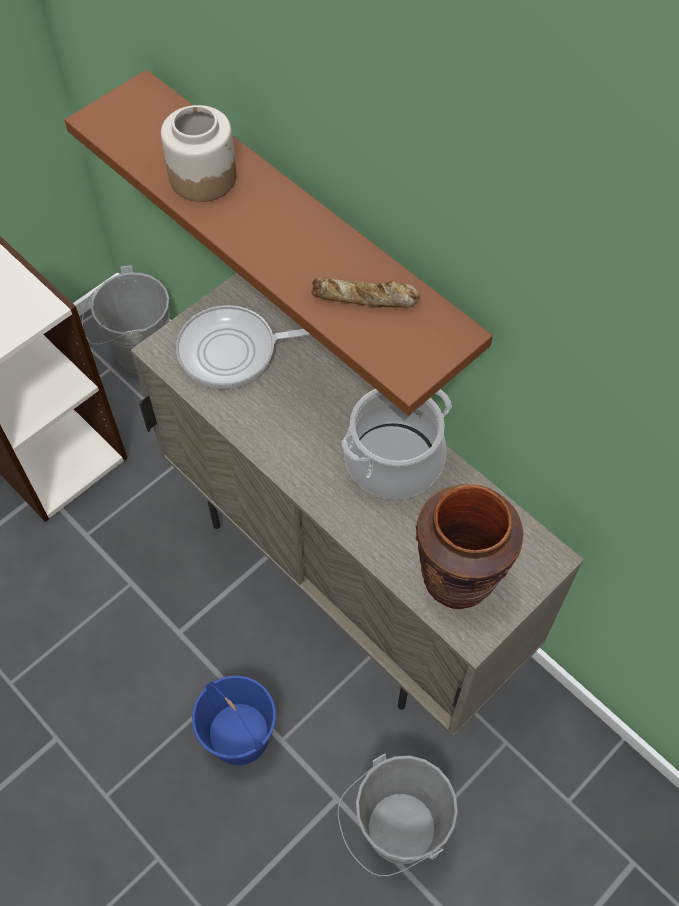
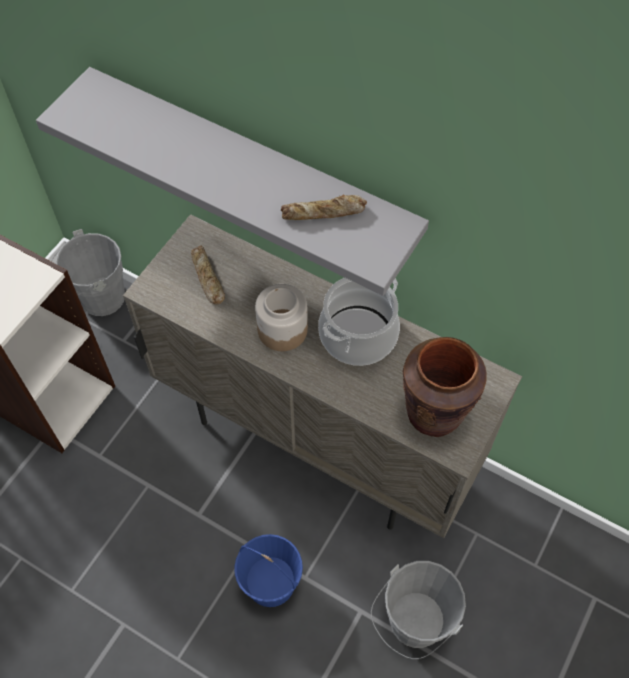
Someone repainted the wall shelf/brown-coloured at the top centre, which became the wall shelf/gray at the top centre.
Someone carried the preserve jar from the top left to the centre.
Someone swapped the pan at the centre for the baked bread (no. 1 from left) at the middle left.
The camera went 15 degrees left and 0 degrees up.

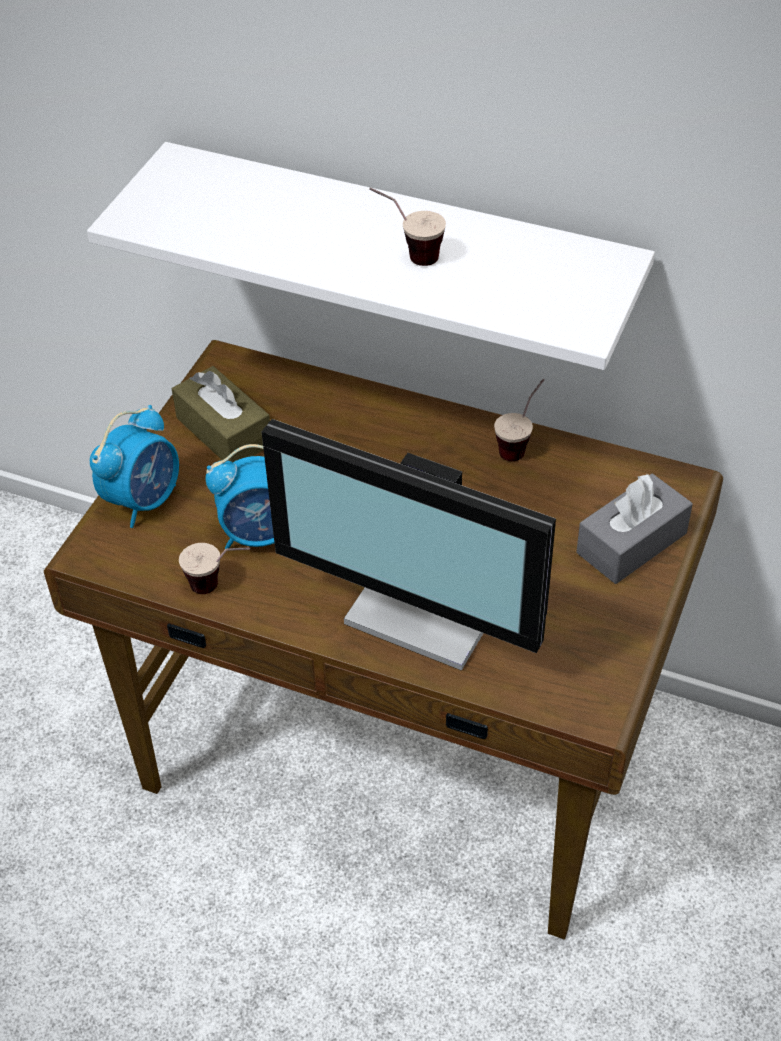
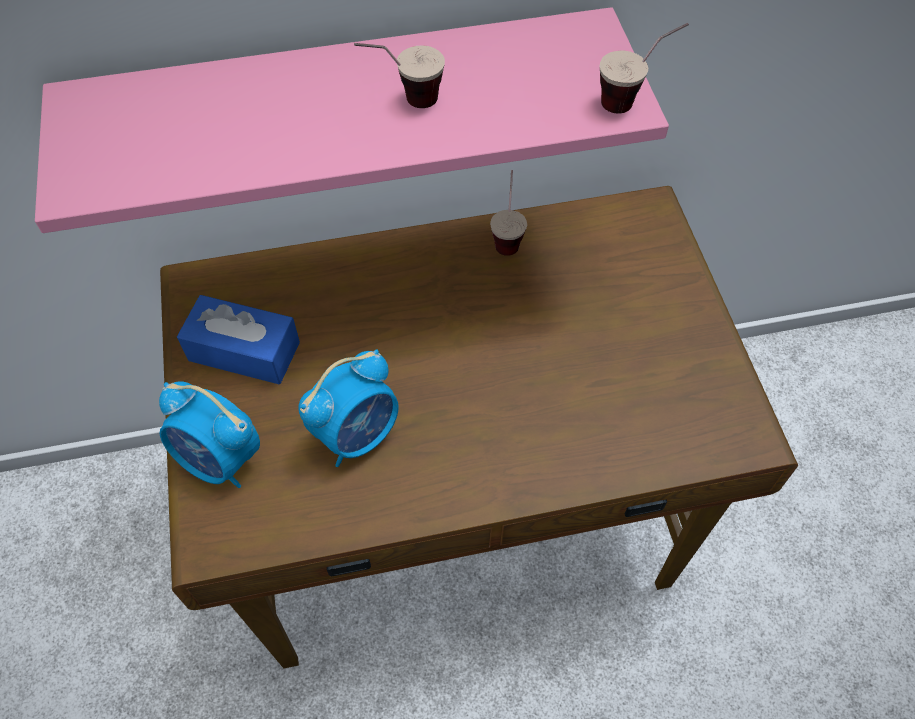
Someone repainted the wall shelf/whitish at the top centre, which became the wall shelf/pink at the top centre.
Someone rotated the alarm clock (no. 1 from left) at the middle left by 120 degrees clockwise.
Someone repainted the box of tissues/brown-coloured at the middle left, which became the box of tissues/blue at the middle left.
Someone carried the cup (no. 1 from left in the first image) from the middle left to the top right.
Someone took away the monitor at the centre.
Someone took away the box of tissues/gray at the middle right.
The camera went 35 degrees left and 10 degrees up.

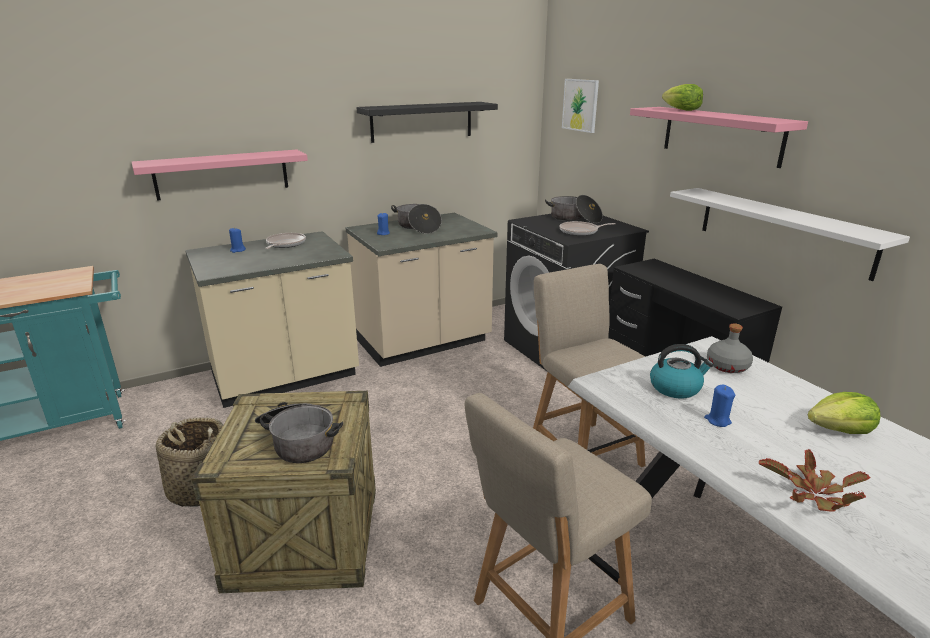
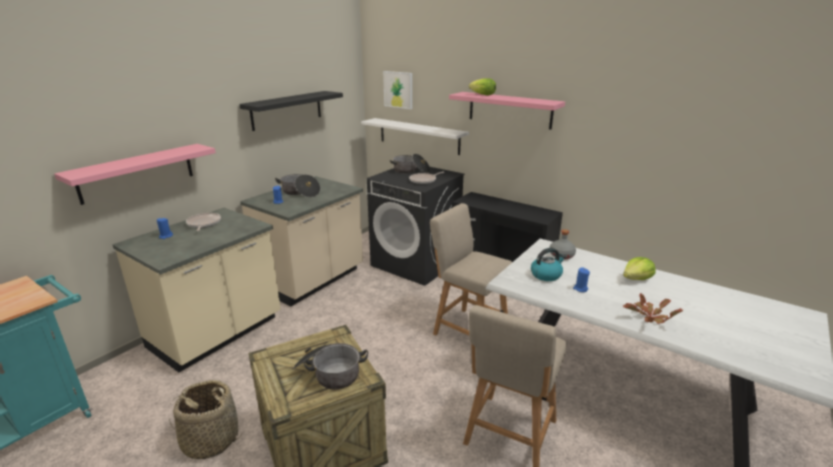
Someone carried the wall shelf/whitish from the middle right to the top centre.
The camera went 25 degrees left and 0 degrees up.

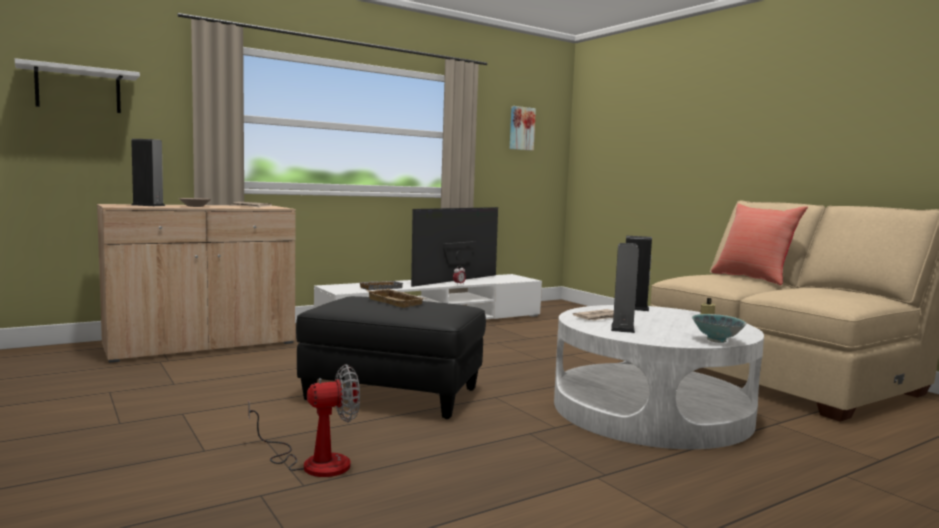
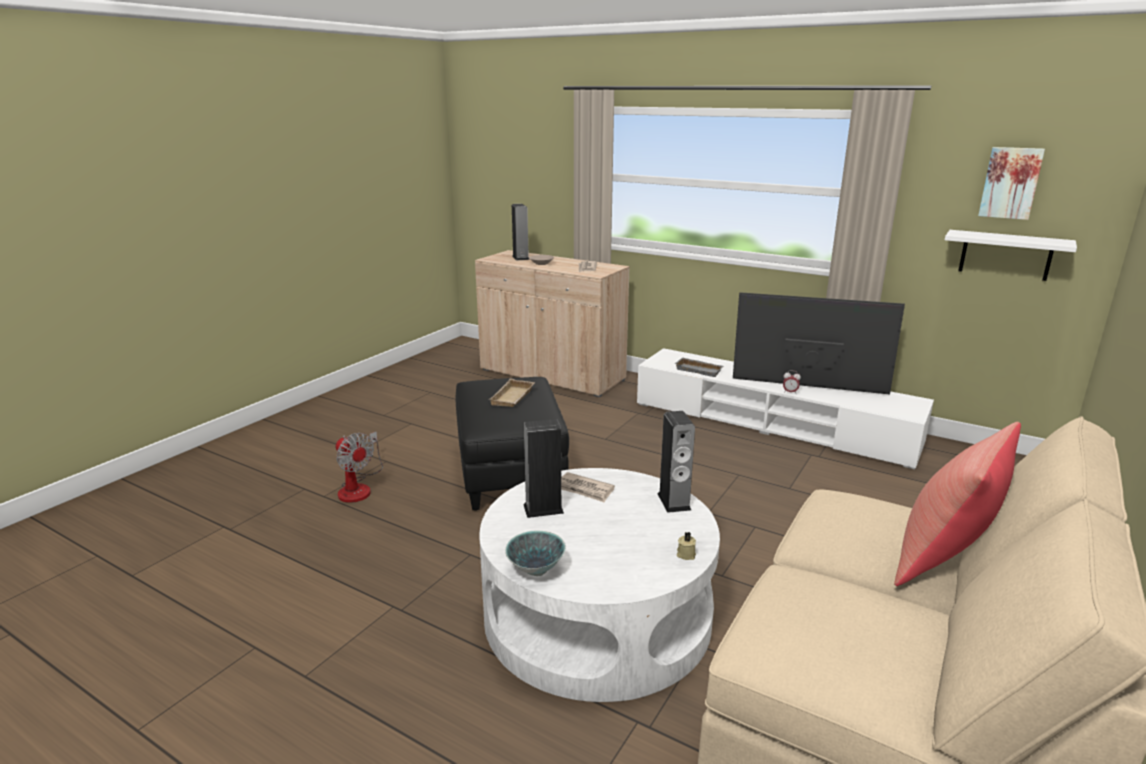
Someone carried the wall shelf/whitish from the top left to the middle right.
The camera went 65 degrees right and 15 degrees up.

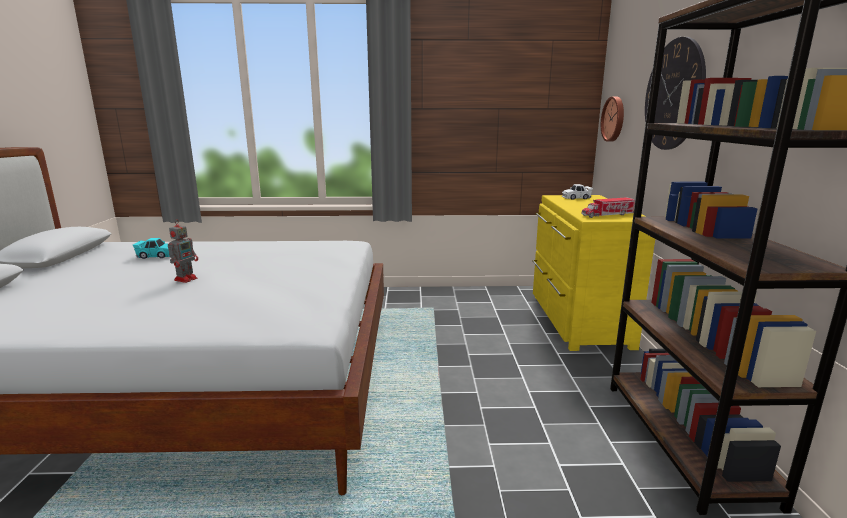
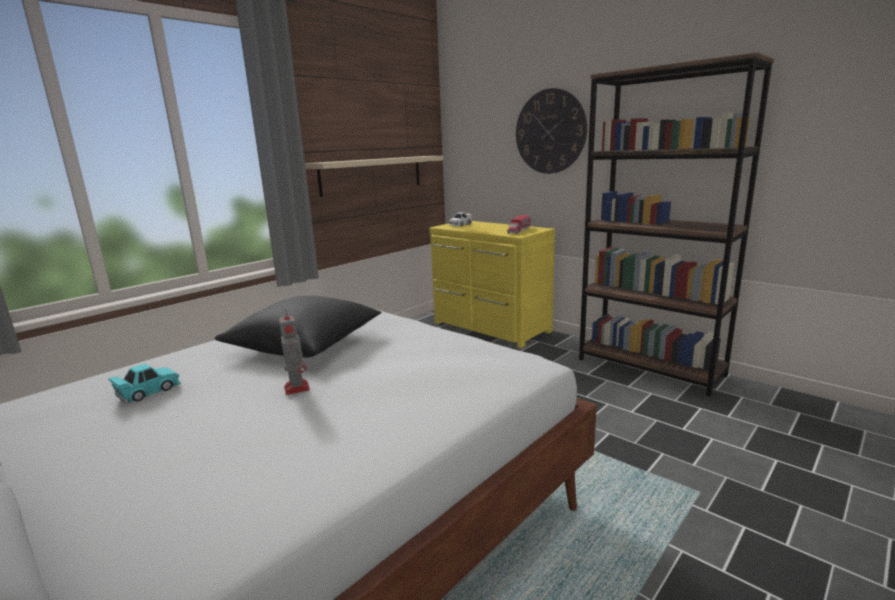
Someone took away the clock on the wall (no. 1 from left) at the top right.
Someone put down the throw pillow/blackish at the middle left.
Someone put up the wall shelf/beige-coloured at the top centre.
The camera went 45 degrees left and 0 degrees up.

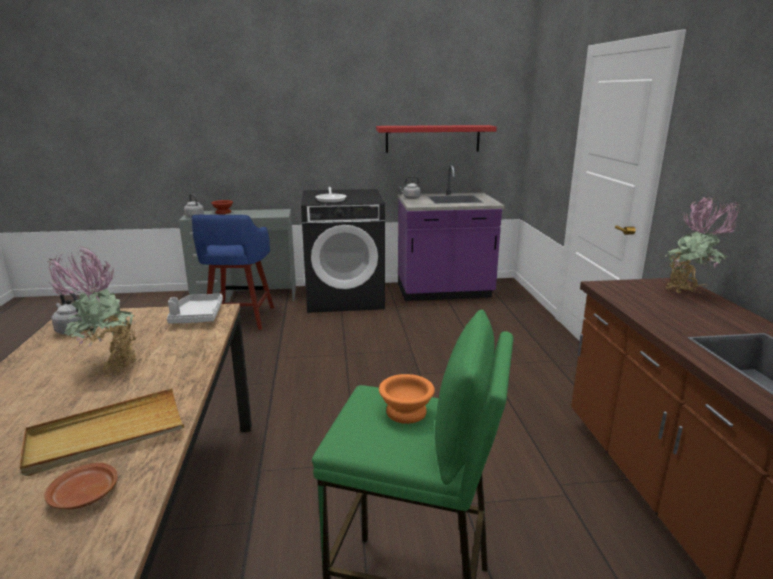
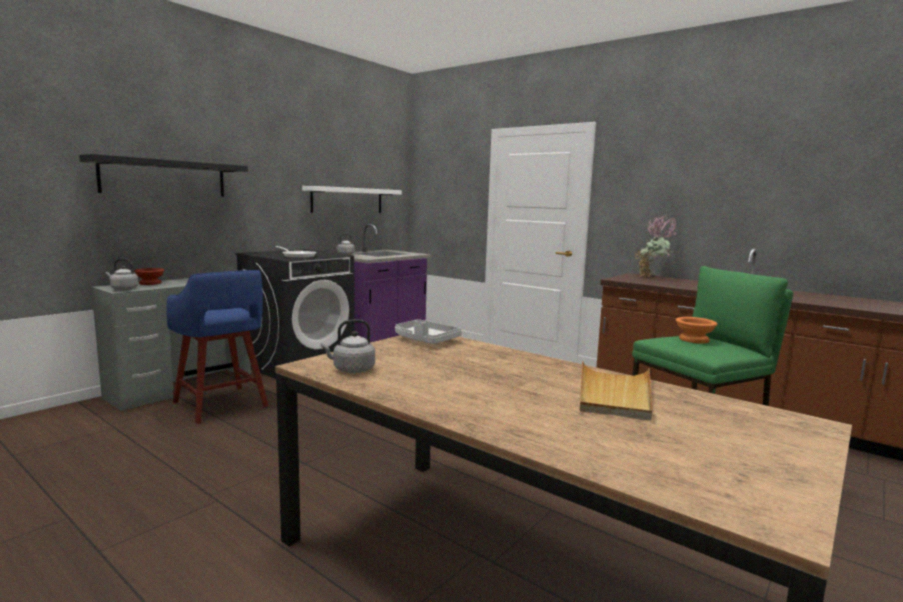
Someone took away the dinner plate/brown-coloured at the bottom left.
Someone took away the houseplant (no. 1 from left) at the middle left.
Someone repainted the wall shelf/reddish at the top centre, which became the wall shelf/whitish at the top centre.
Someone put up the wall shelf/blackish at the top left.
The camera went 45 degrees left and 10 degrees down.

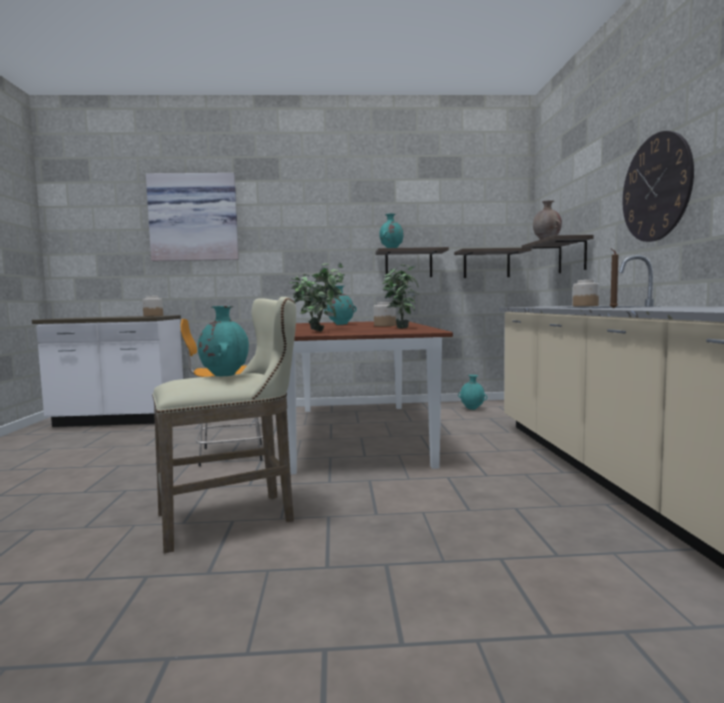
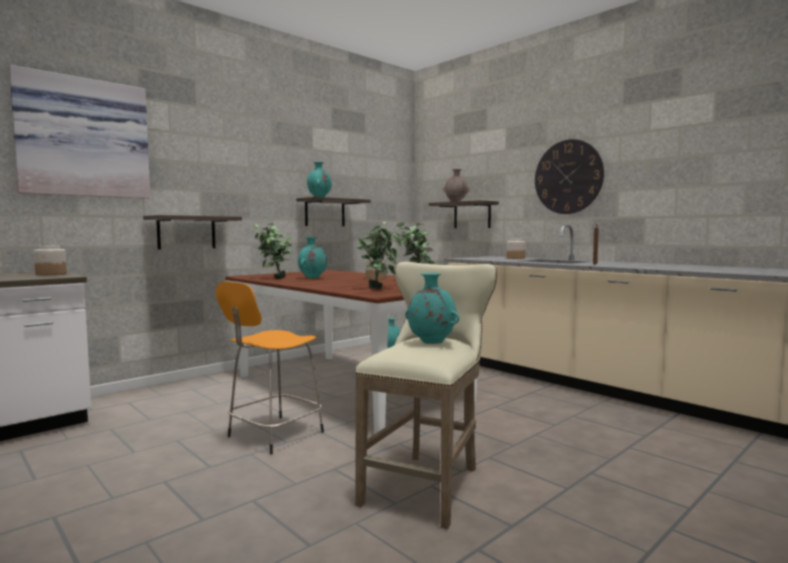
Someone carried the wall shelf (no. 2 from left in the first image) from the middle right to the middle left.
The camera went 40 degrees left and 0 degrees up.

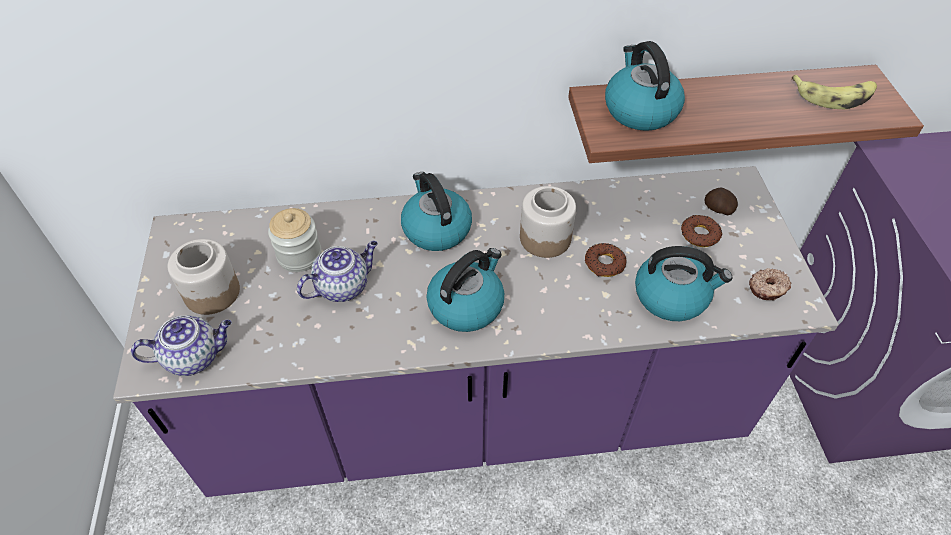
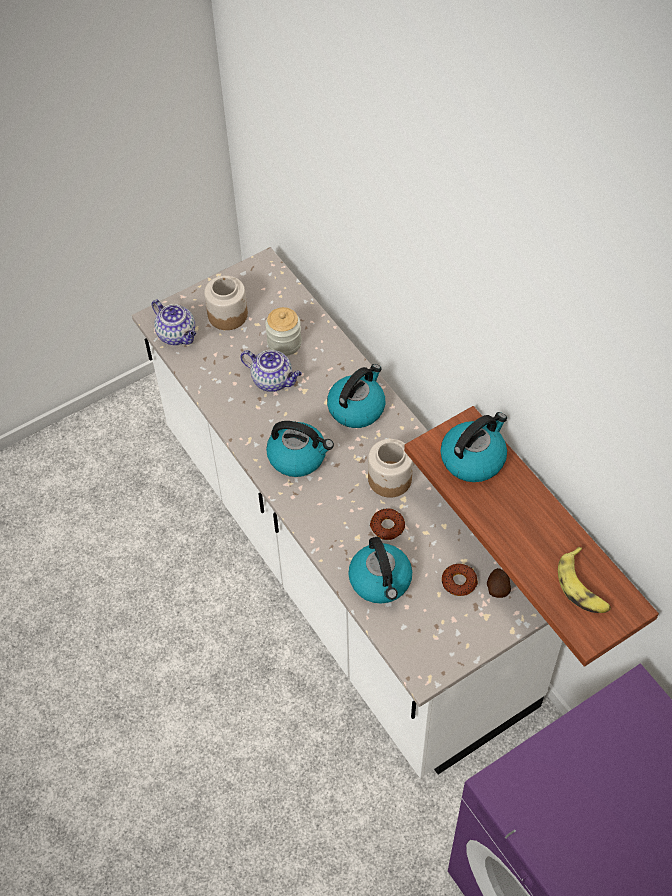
Someone repainted the counter/purple at the centre, which became the counter/whitish at the centre.
Someone took away the doughnut (no. 3 from left) at the middle right.
The camera went 65 degrees right and 5 degrees up.

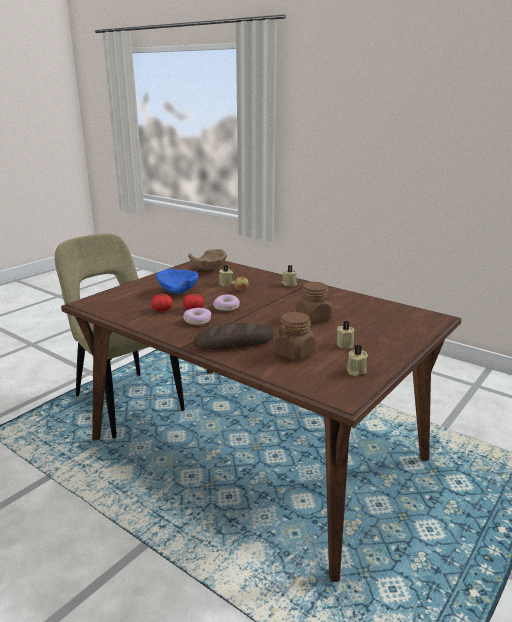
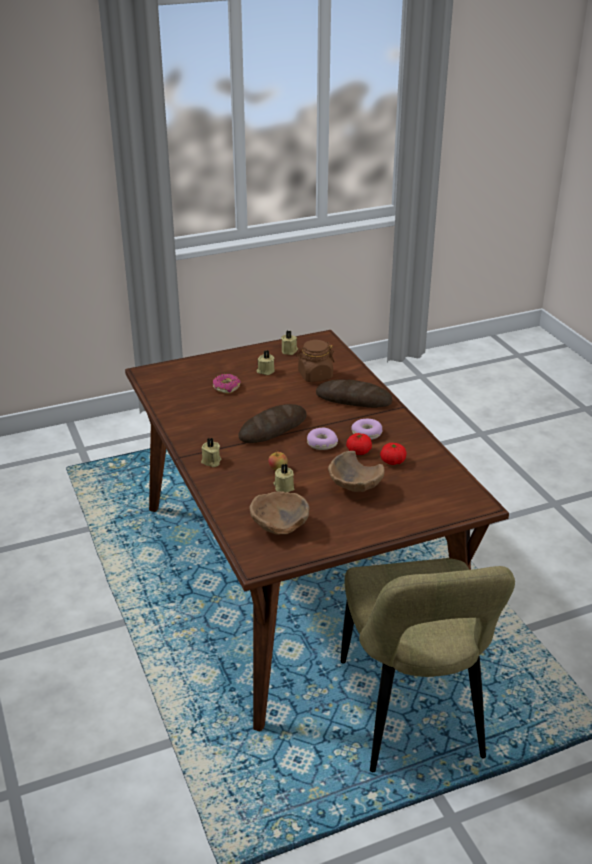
Someone repainted the bowl/blue at the centre, which became the bowl/brown-coloured (no. 2 from left) at the centre.
Someone took away the preserve jar/brown-coloured (no. 2 from left) at the centre.
Someone put down the doughnut (no. 1 from left) at the centre.
Someone put down the baked bread (no. 1 from left) at the centre.
The camera went 150 degrees left and 10 degrees up.

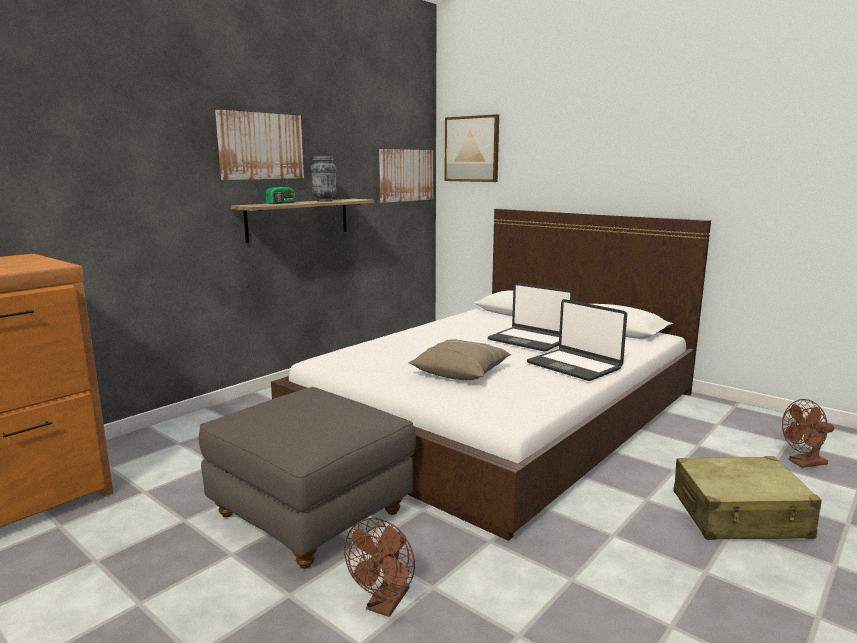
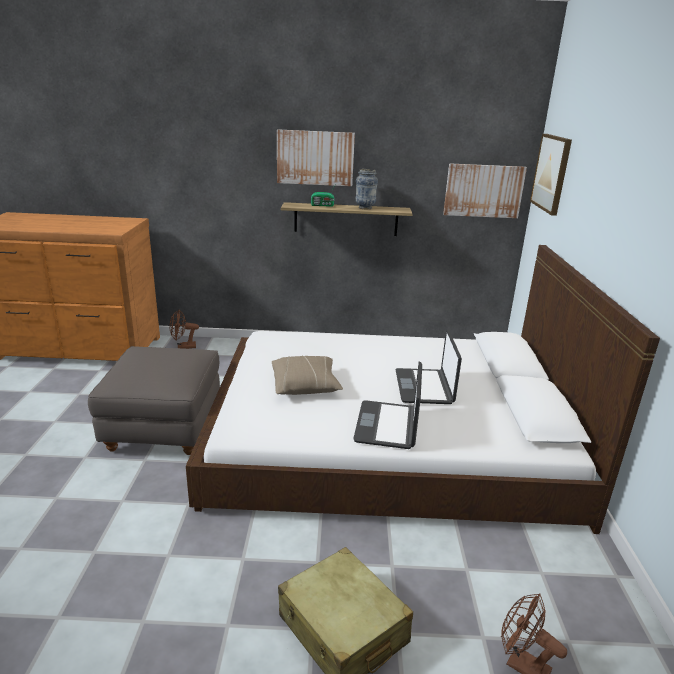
Someone carried the cooling fan/brown-coloured (no. 1 from left) from the bottom centre to the middle left.
The camera went 50 degrees right and 10 degrees up.

